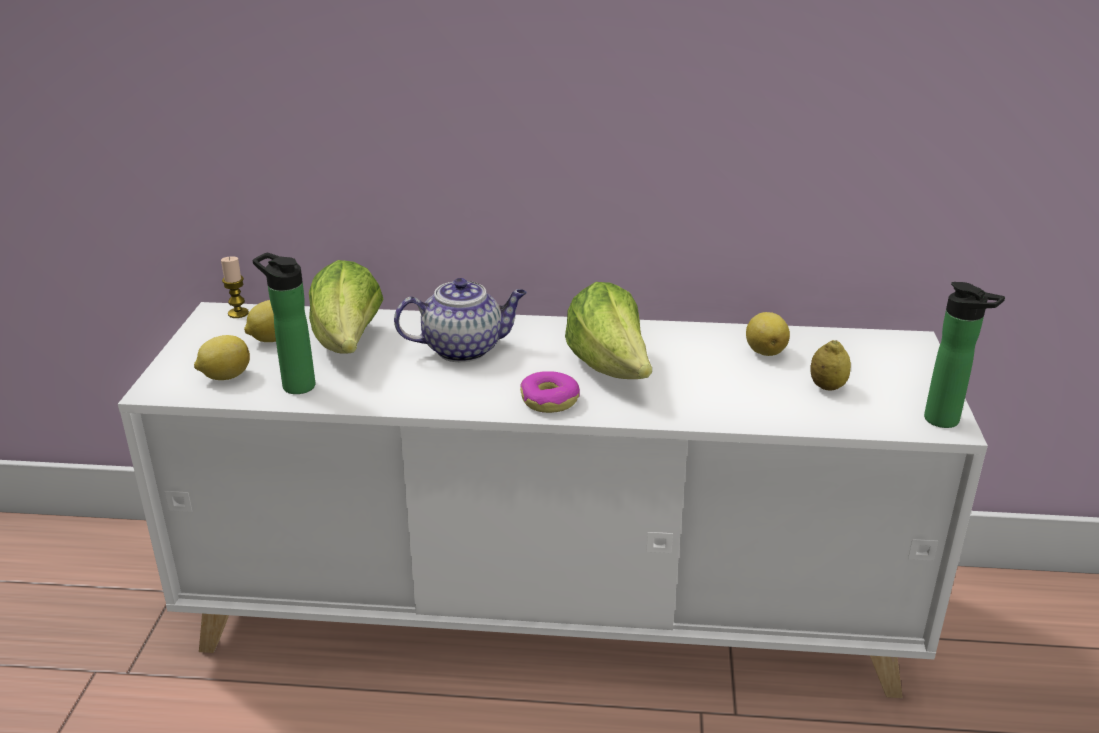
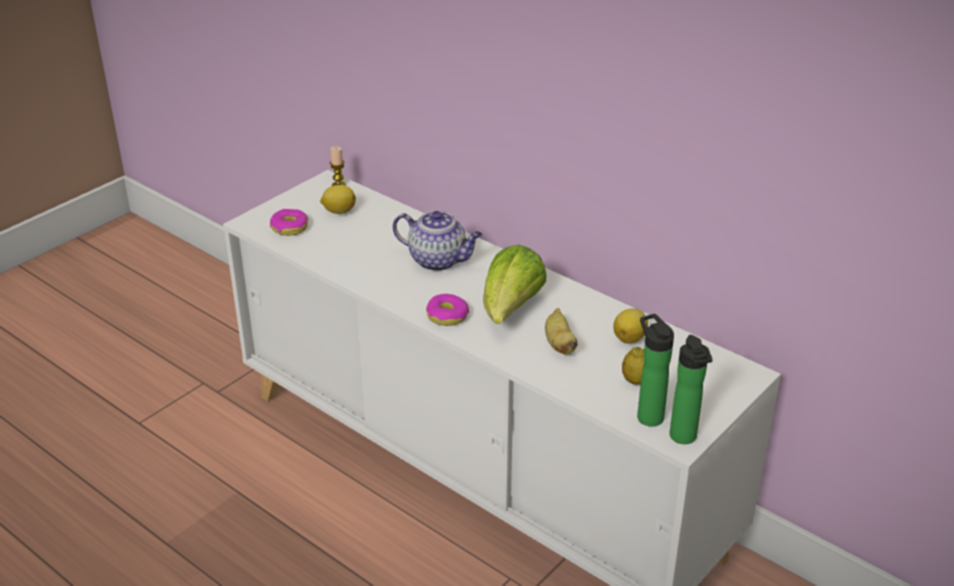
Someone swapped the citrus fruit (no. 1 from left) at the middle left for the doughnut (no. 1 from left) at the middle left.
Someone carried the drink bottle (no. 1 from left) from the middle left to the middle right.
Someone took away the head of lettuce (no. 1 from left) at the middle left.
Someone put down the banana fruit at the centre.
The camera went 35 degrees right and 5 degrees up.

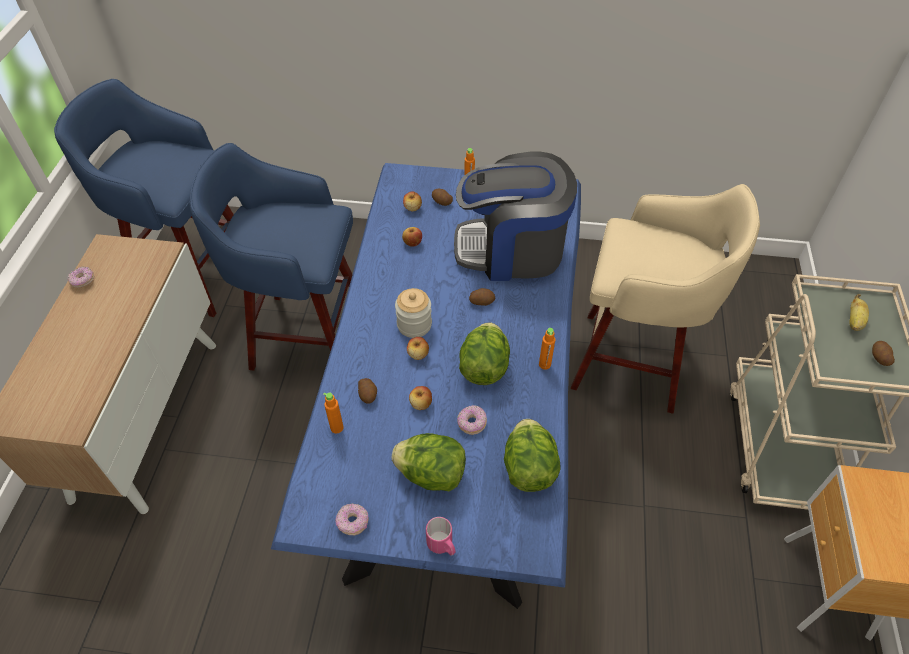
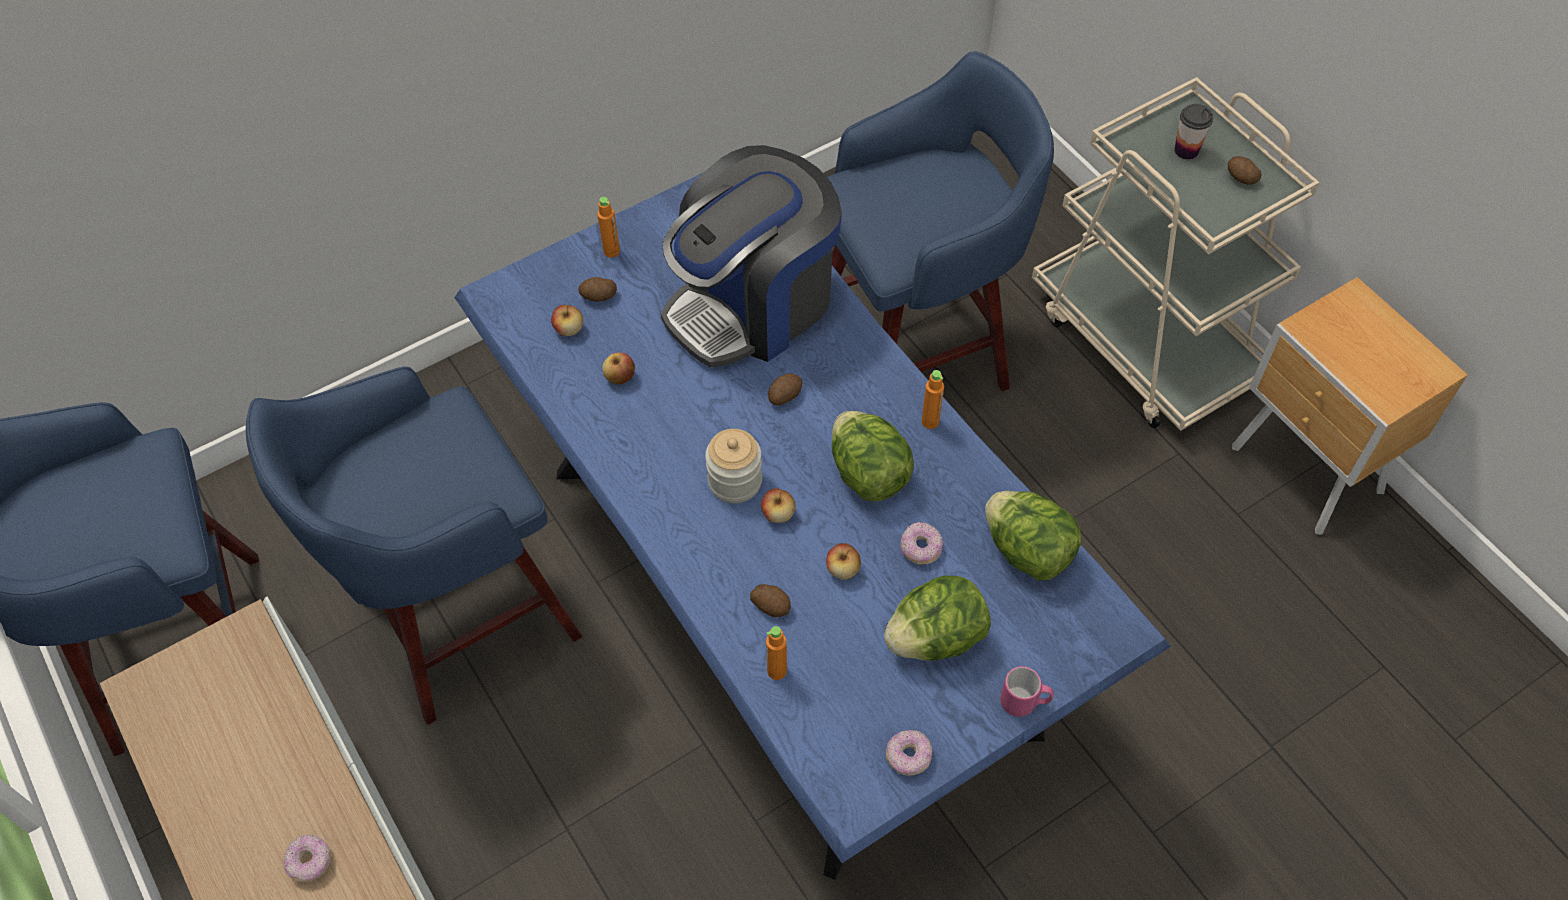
Someone carried the doughnut (no. 1 from left) from the middle left to the bottom left.
Someone repainted the stool/beige-coloured at the middle right, which became the stool/blue (no. 3 from left) at the top centre.
Someone swapped the banana fruit at the middle right for the cup at the top right.
The camera went 40 degrees left and 5 degrees up.

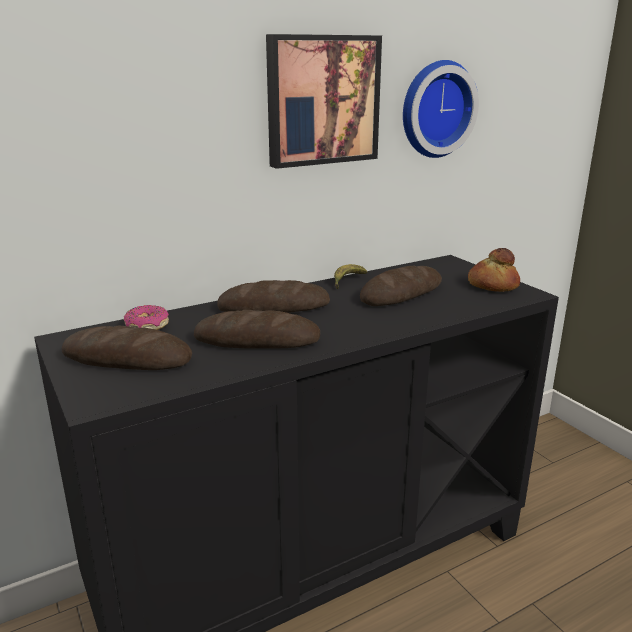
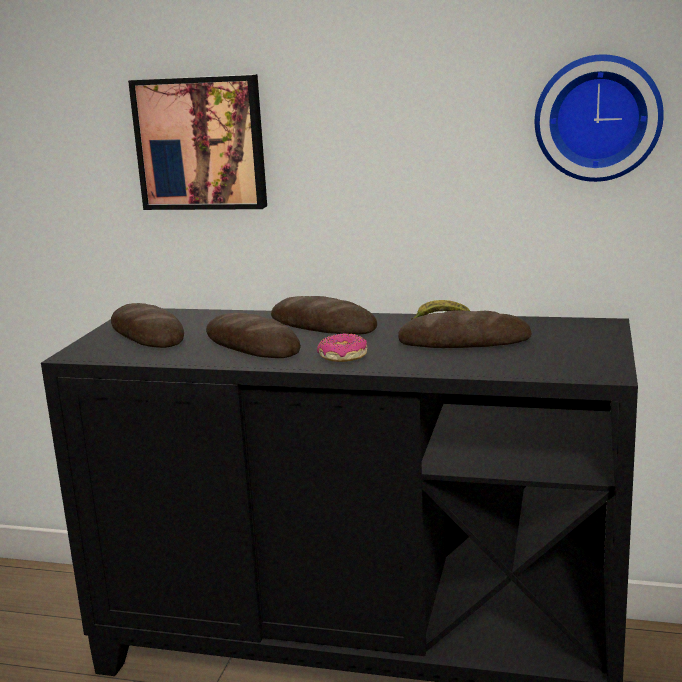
Someone carried the doughnut from the middle left to the centre.
Someone carried the picture from the top centre to the top left.
Someone took away the baked bread (no. 5 from left) at the middle right.
The camera went 45 degrees right and 5 degrees down.

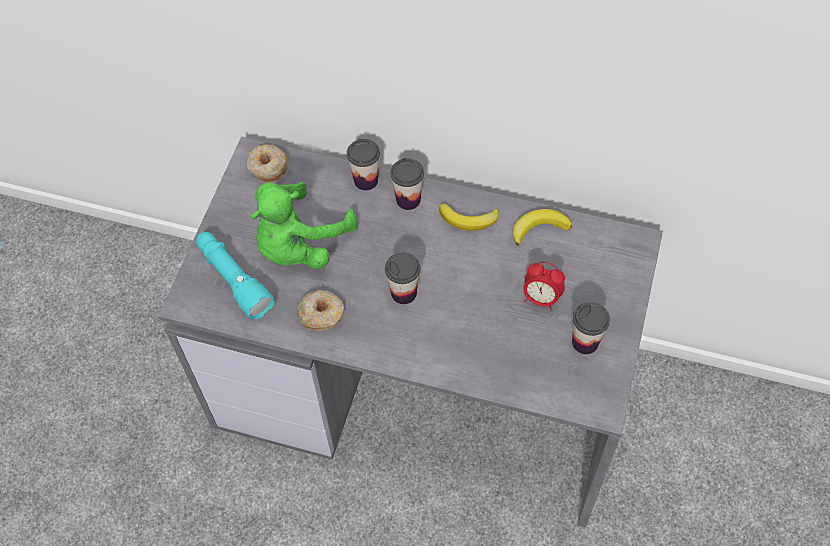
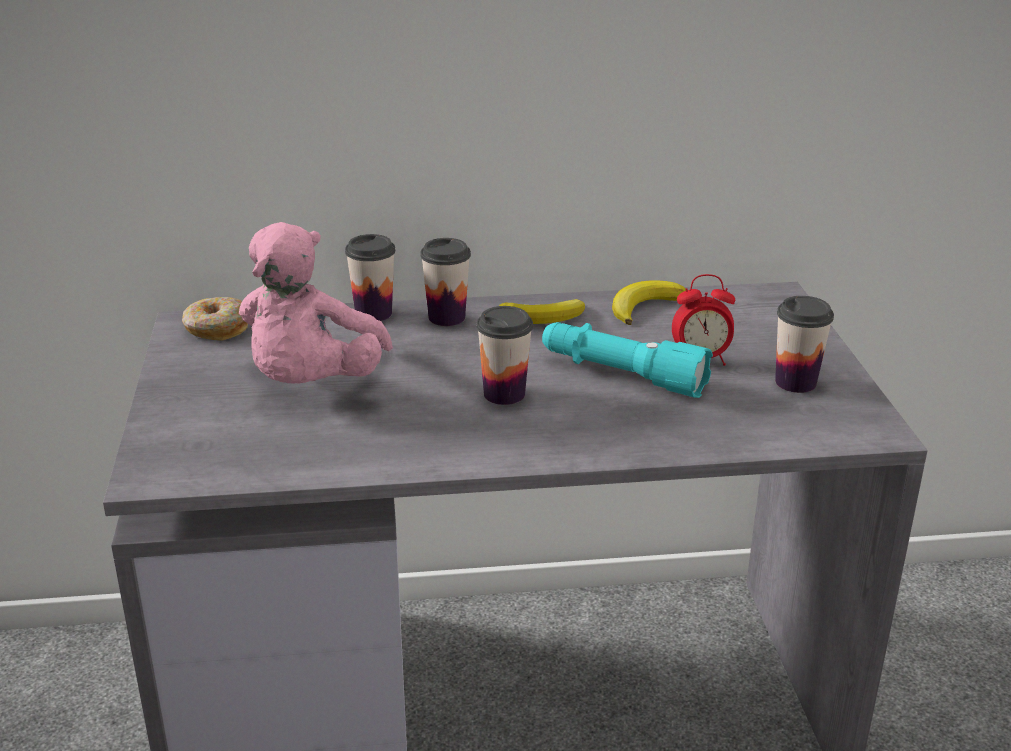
Someone carried the flashlight/turquoise-coloured from the middle left to the centre.
Someone repainted the soft toy/green at the centre, which became the soft toy/pink at the middle left.
Someone took away the doughnut (no. 2 from left) at the centre.
The camera went 25 degrees left and 30 degrees down.

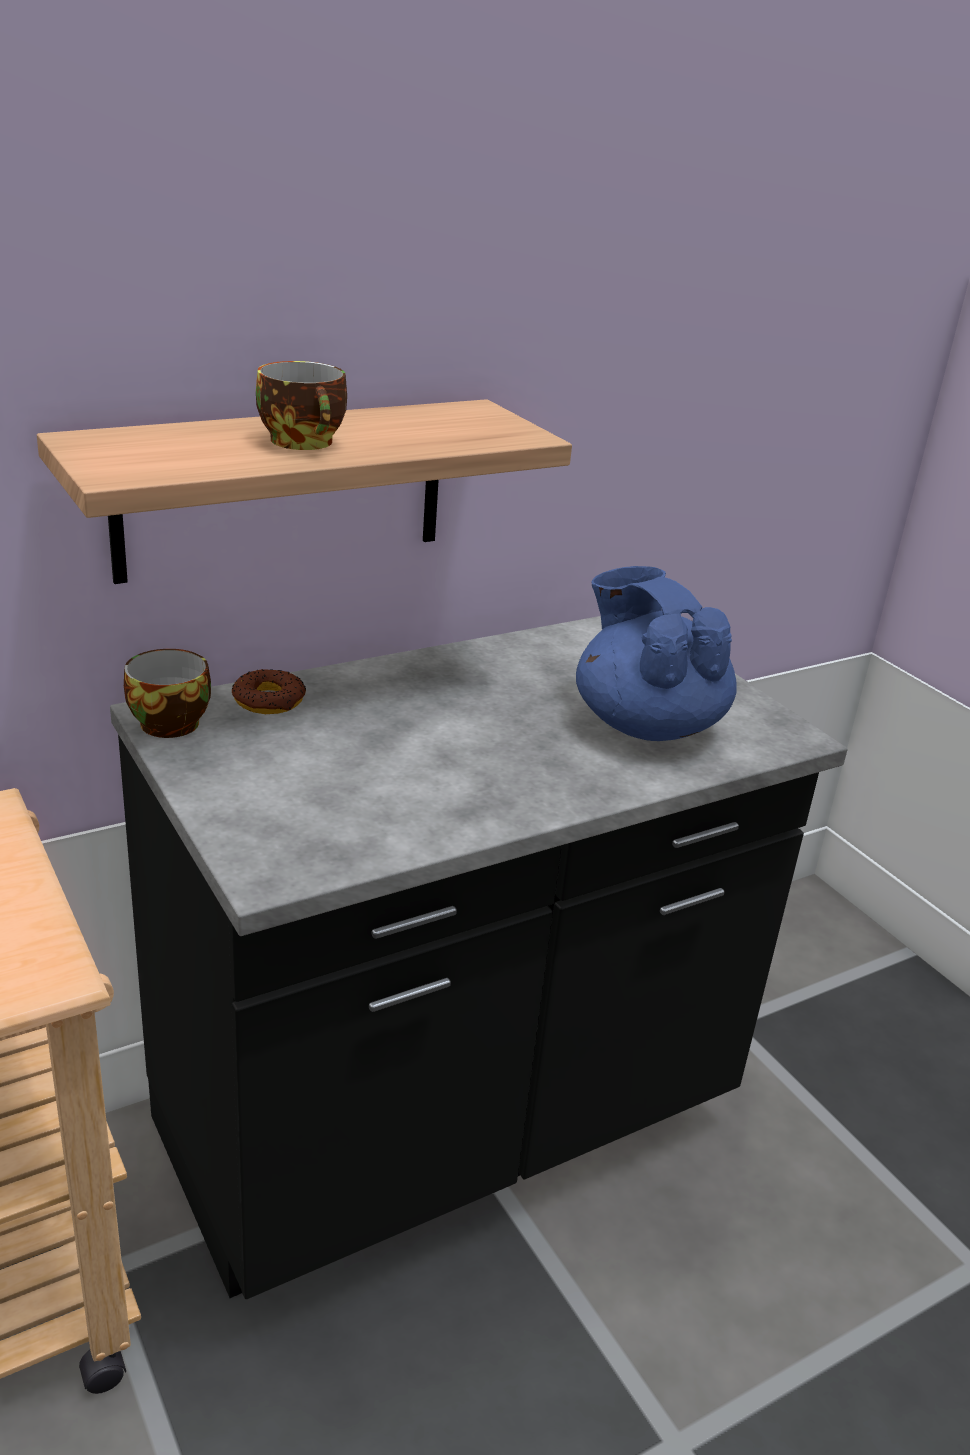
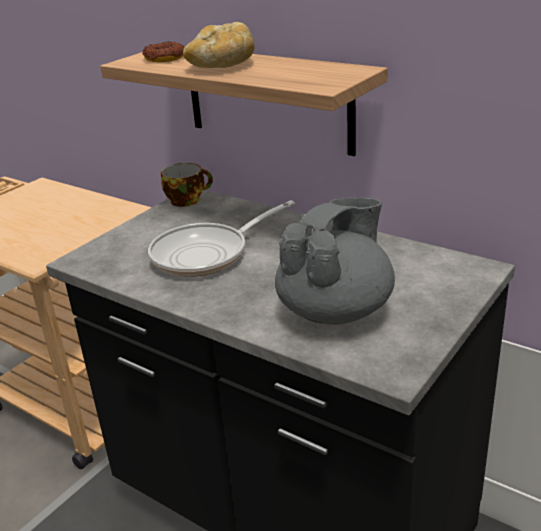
Someone carried the doughnut from the middle left to the top left.
Someone swapped the cup (no. 2 from left) at the top left for the baked bread at the top centre.
Someone repainted the teapot/blue at the middle right, which became the teapot/gray at the centre.
Someone put down the pan at the centre.
The camera went 70 degrees right and 0 degrees up.

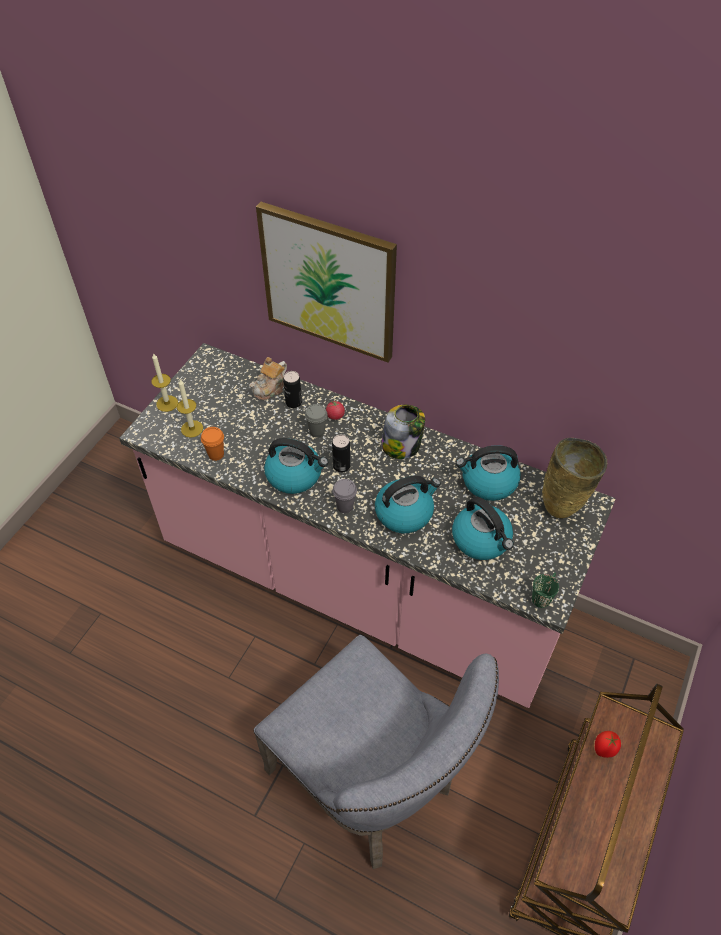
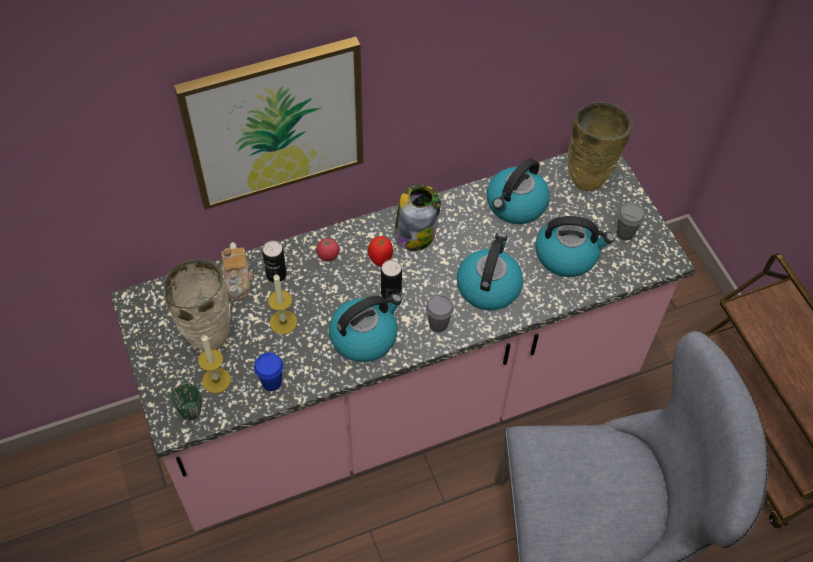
Someone carried the wax candle (no. 1 from left in the first image) from the middle left to the centre.
Someone repainted the cup/orange at the middle left, which became the cup/blue at the middle left.
Someone carried the cup/gray (no. 1 from left in the first image) from the centre to the middle right.
Someone carried the tea mug/green from the middle right to the bottom left.
Someone carried the fresh tomato (no. 2 from left) from the bottom right to the centre.
Someone put down the decorative vase/beige-coloured (no. 1 from left) at the middle left.
The camera went 50 degrees left and 5 degrees up.

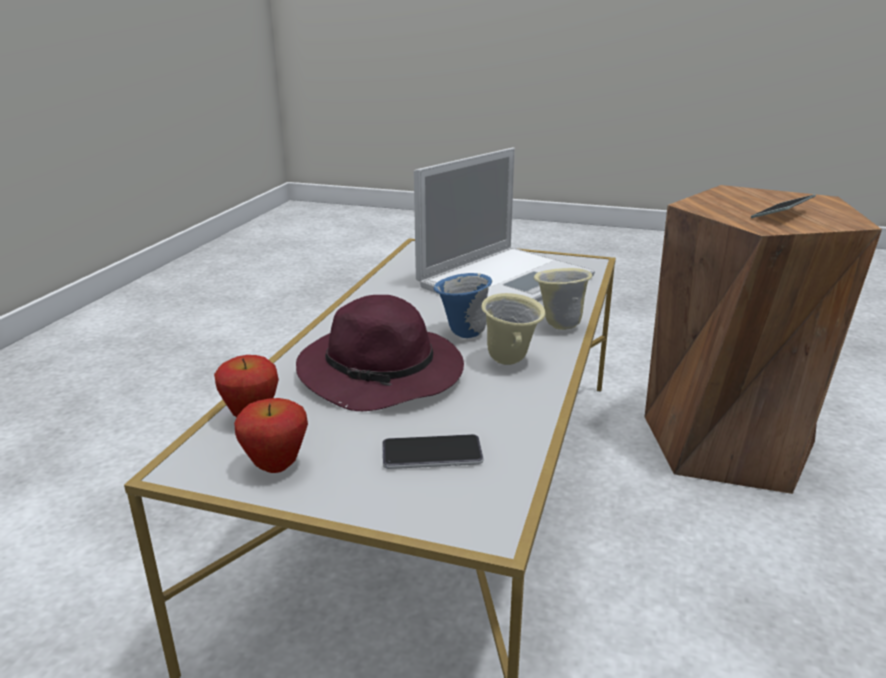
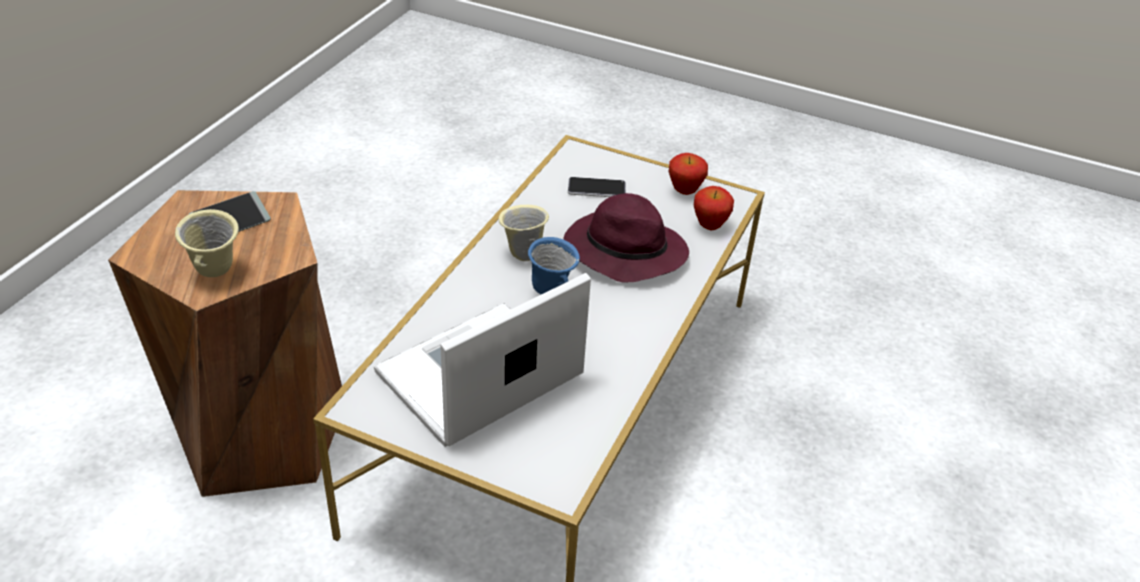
Someone carried the tea mug/beige-coloured (no. 2 from left in the first image) from the centre to the middle left.
The camera went 175 degrees left and 15 degrees up.

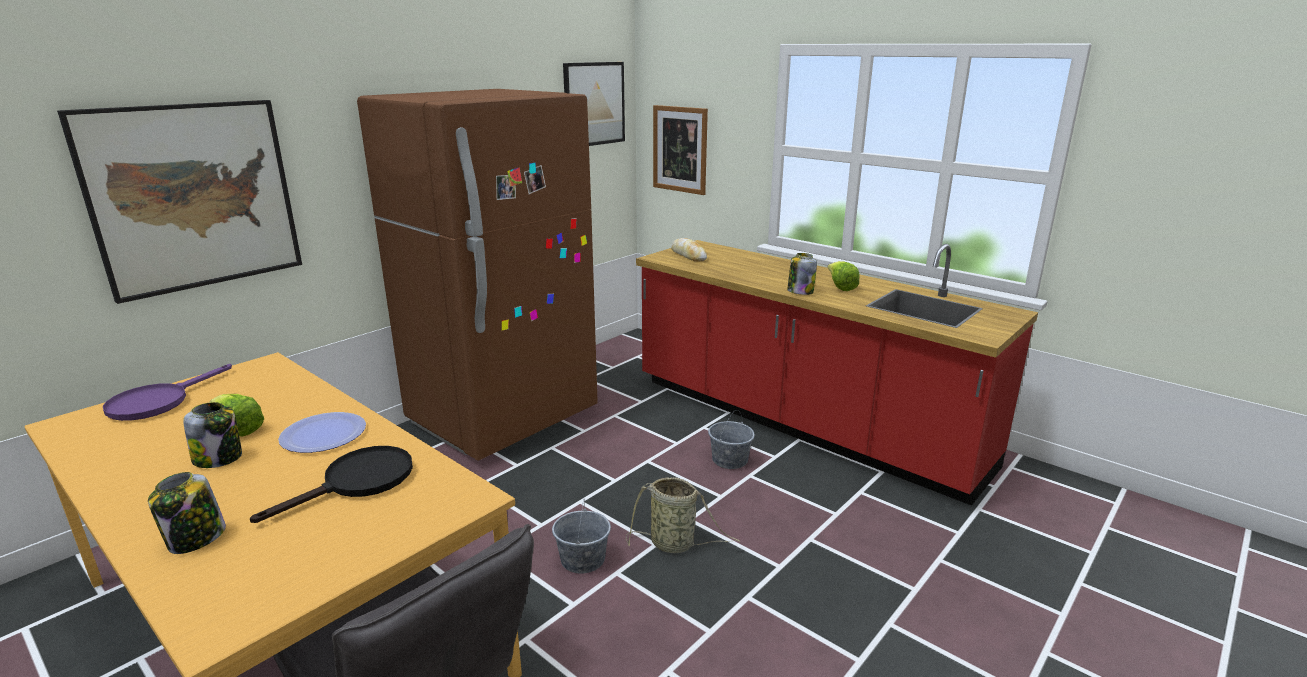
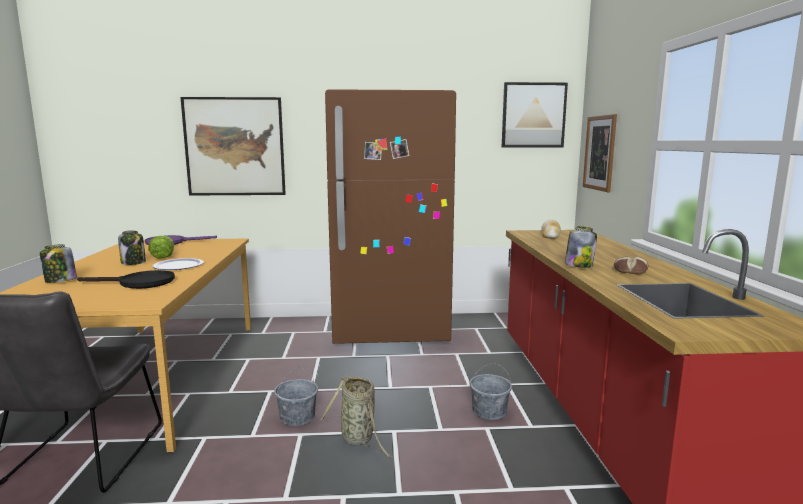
Someone swapped the head of lettuce (no. 2 from left) at the centre for the baked bread (no. 2 from left) at the middle right.
The camera went 45 degrees right and 10 degrees down.

